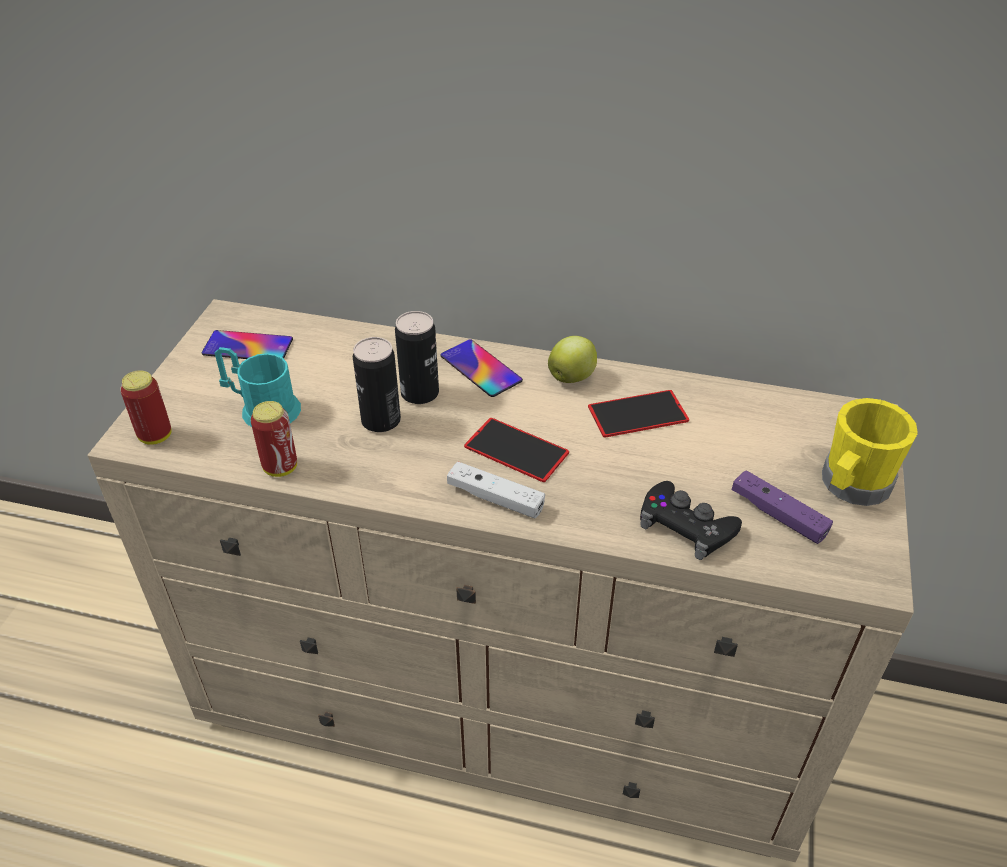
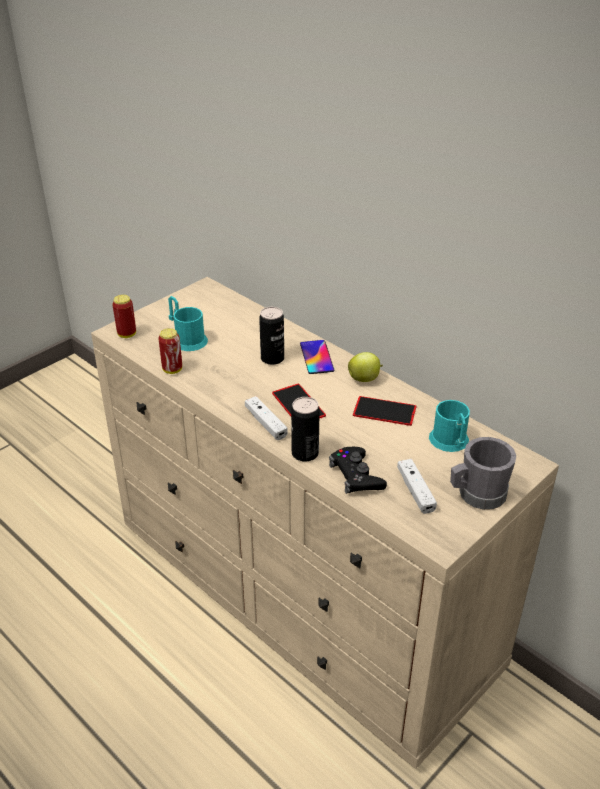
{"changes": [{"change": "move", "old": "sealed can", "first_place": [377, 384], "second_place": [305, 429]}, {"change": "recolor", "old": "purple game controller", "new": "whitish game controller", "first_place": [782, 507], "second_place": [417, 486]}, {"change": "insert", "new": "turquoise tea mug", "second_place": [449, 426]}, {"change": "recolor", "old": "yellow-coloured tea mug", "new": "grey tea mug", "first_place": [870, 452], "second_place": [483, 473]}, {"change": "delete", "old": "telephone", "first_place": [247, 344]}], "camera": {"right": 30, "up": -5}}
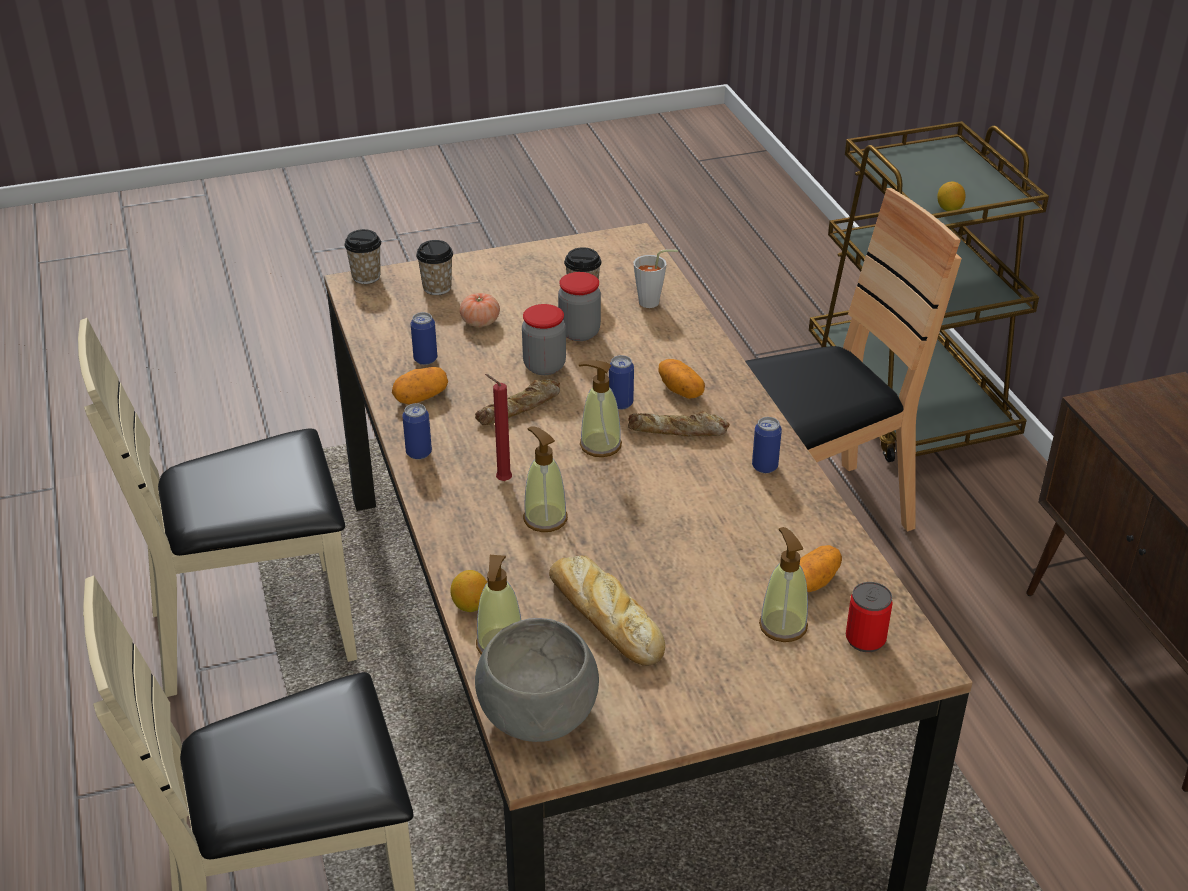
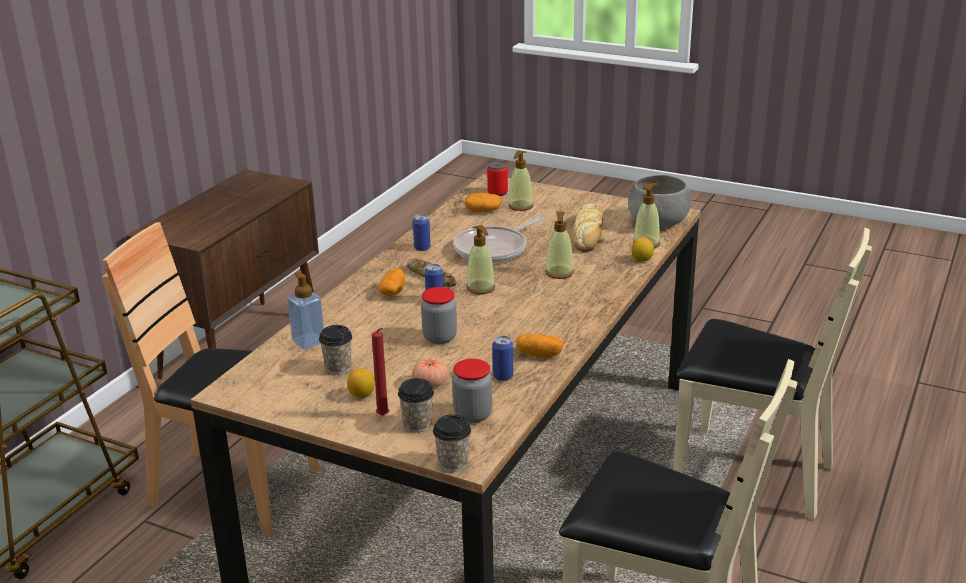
{"changes": [{"change": "replace", "old": "grey cup", "new": "liquid soap bottle", "first_place": [655, 278], "second_place": [305, 311]}, {"change": "move", "old": "citrus fruit", "first_place": [951, 196], "second_place": [361, 383]}, {"change": "move", "old": "red-coloured wax light", "first_place": [498, 427], "second_place": [380, 372]}, {"change": "move", "old": "jar", "first_place": [579, 306], "second_place": [472, 391]}, {"change": "insert", "new": "pan", "second_place": [498, 239]}, {"change": "delete", "old": "sealed can", "first_place": [417, 431]}, {"change": "delete", "old": "baked bread", "first_place": [517, 402]}], "camera": {"right": -135, "up": -10}}
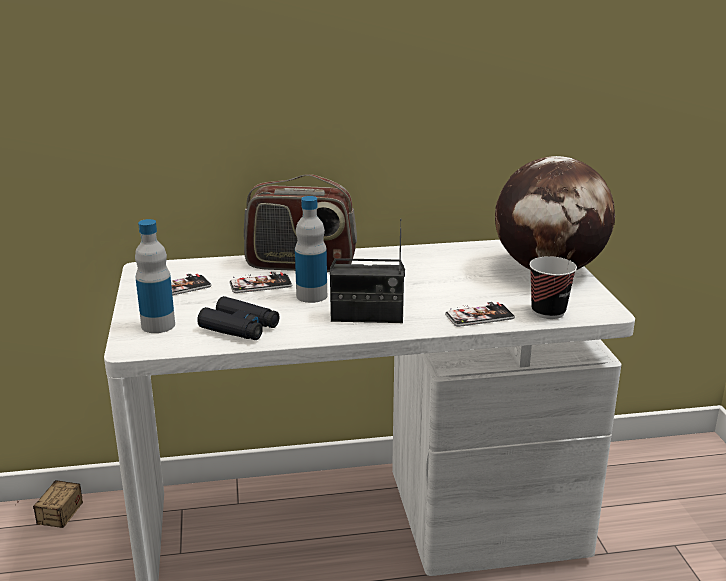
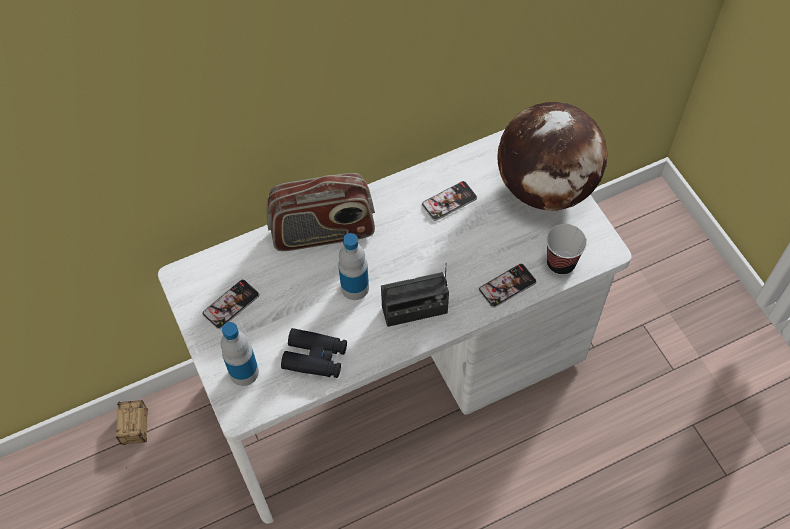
{"changes": [{"change": "move", "old": "telephone", "first_place": [260, 282], "second_place": [449, 201]}], "camera": {"right": -15, "up": 35}}
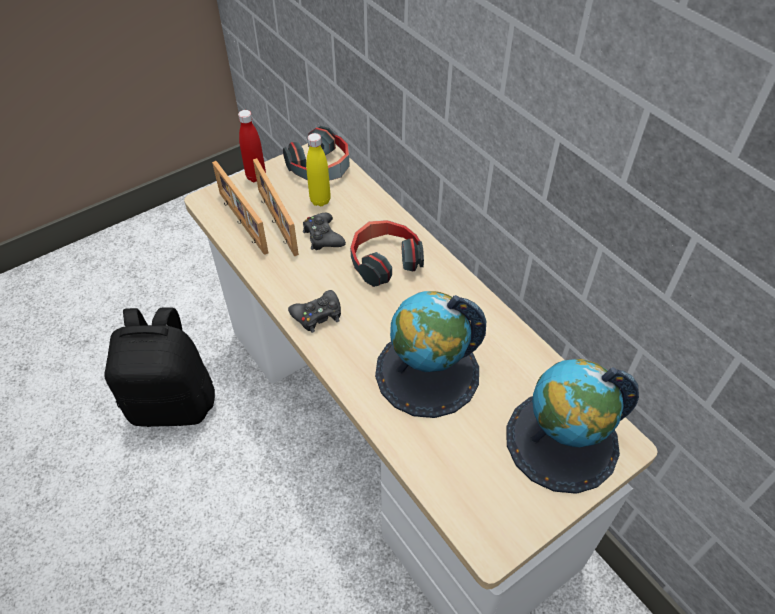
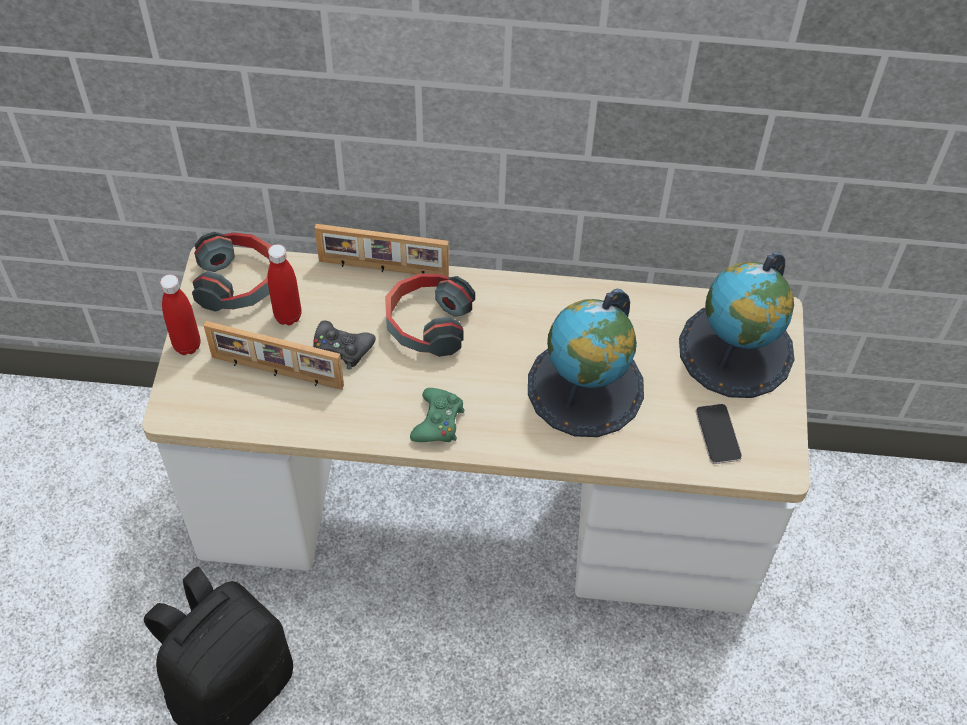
{"changes": [{"change": "recolor", "old": "yellow-coloured drink bottle", "new": "red-coloured drink bottle", "first_place": [318, 169], "second_place": [285, 284]}, {"change": "move", "old": "photo frame", "first_place": [240, 208], "second_place": [382, 250]}, {"change": "recolor", "old": "blackish game controller", "new": "green game controller", "first_place": [314, 311], "second_place": [437, 415]}, {"change": "insert", "new": "telephone", "second_place": [719, 434]}], "camera": {"right": -50, "up": 5}}
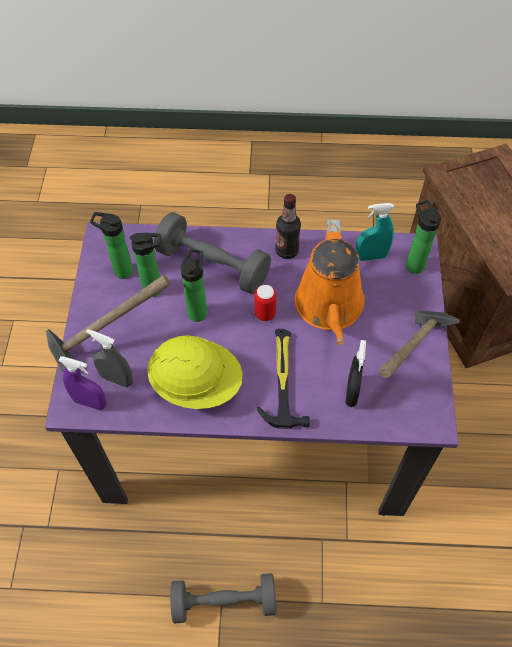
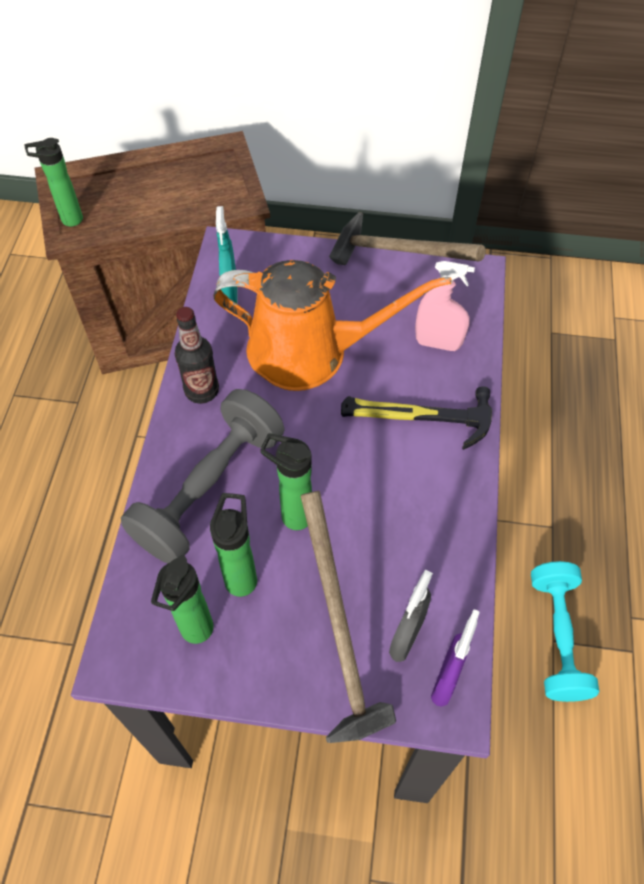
{"changes": [{"change": "move", "old": "drink bottle", "first_place": [423, 237], "second_place": [53, 182]}, {"change": "recolor", "old": "blackish hand sprayer", "new": "pinkish hand sprayer", "first_place": [356, 373], "second_place": [445, 306]}, {"change": "recolor", "old": "grey hand weight", "new": "turquoise hand weight", "first_place": [223, 598], "second_place": [565, 631]}, {"change": "delete", "old": "yellow-coloured hard hat", "first_place": [195, 372]}, {"change": "delete", "old": "sealed can", "first_place": [265, 303]}], "camera": {"right": -85, "up": 0}}
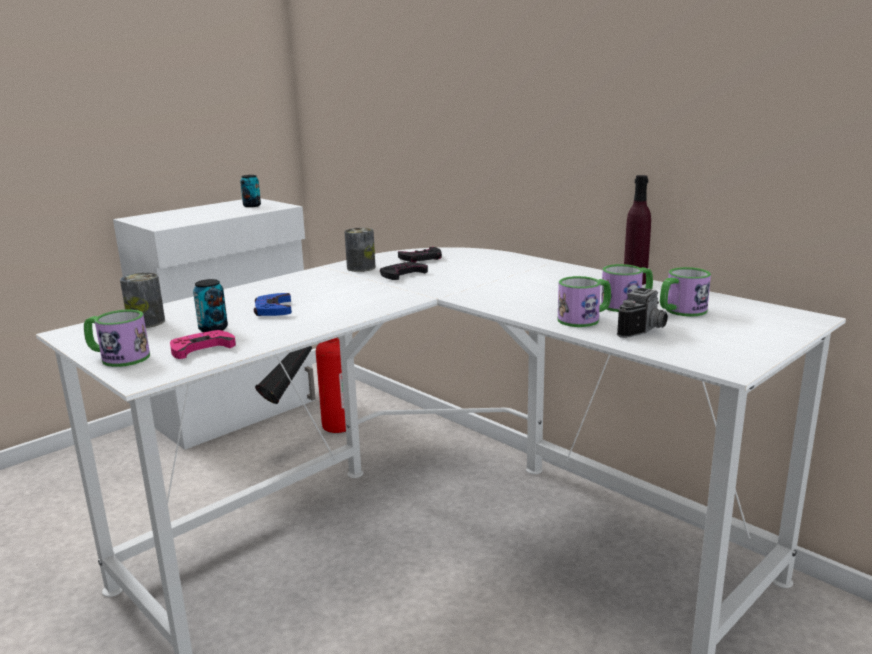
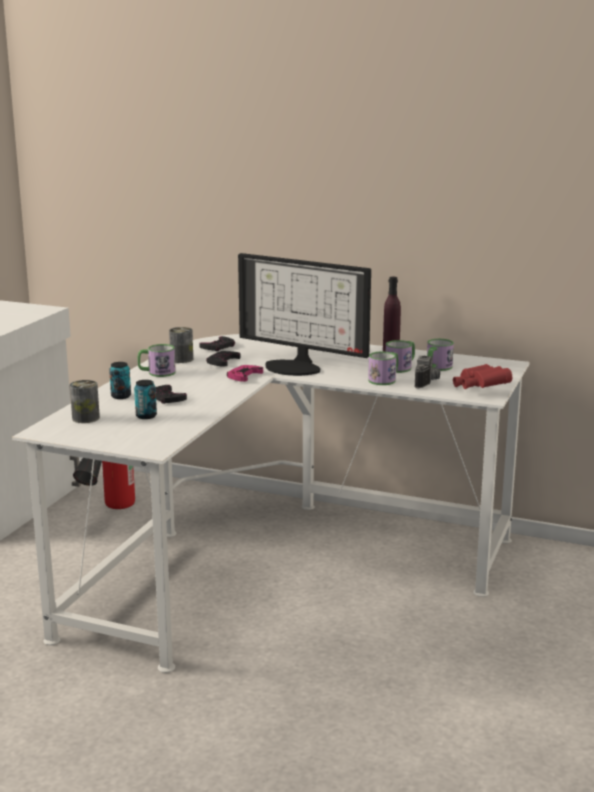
{"changes": [{"change": "move", "old": "sealed can", "first_place": [250, 191], "second_place": [120, 380]}, {"change": "move", "old": "tea mug", "first_place": [117, 338], "second_place": [156, 360]}, {"change": "recolor", "old": "blue game controller", "new": "blackish game controller", "first_place": [273, 304], "second_place": [171, 394]}, {"change": "move", "old": "pinkish game controller", "first_place": [203, 344], "second_place": [245, 373]}, {"change": "insert", "new": "computer display", "second_place": [304, 314]}, {"change": "insert", "new": "red-coloured pair of binoculars", "second_place": [482, 376]}], "camera": {"right": -25, "up": 0}}
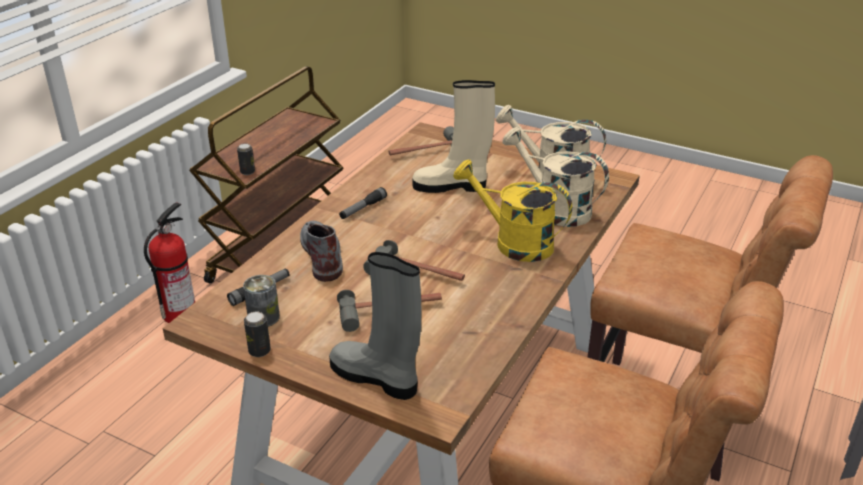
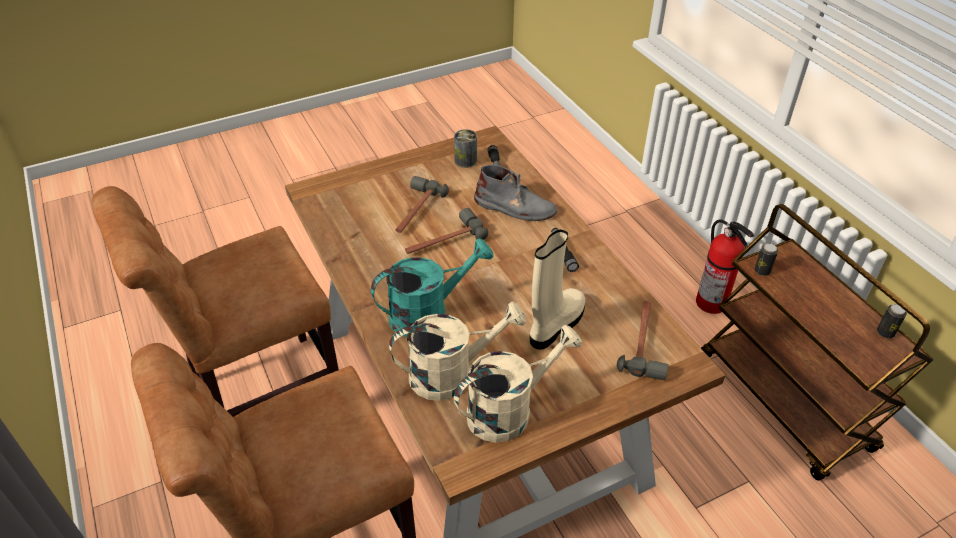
{"changes": [{"change": "recolor", "old": "yellow-coloured watering can", "new": "turquoise watering can", "first_place": [512, 211], "second_place": [432, 287]}, {"change": "move", "old": "sealed can", "first_place": [257, 334], "second_place": [892, 321]}, {"change": "delete", "old": "grey tall boot", "first_place": [375, 326]}], "camera": {"right": 125, "up": 10}}
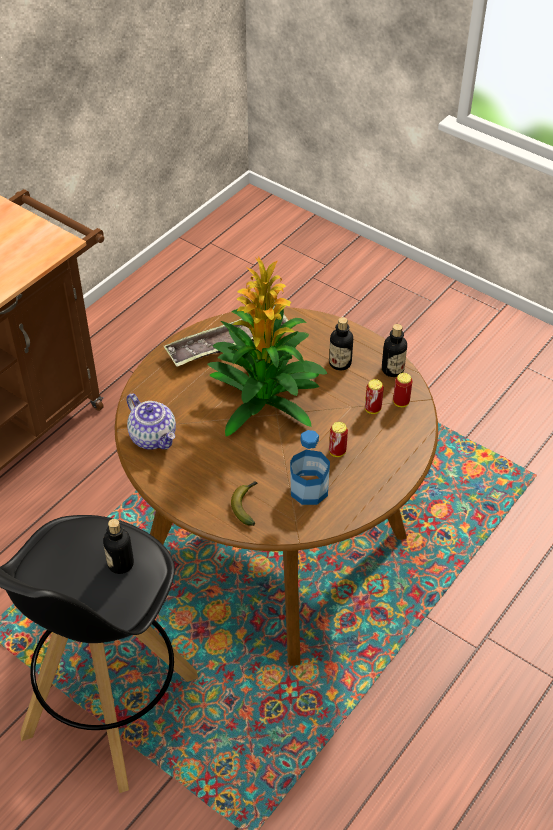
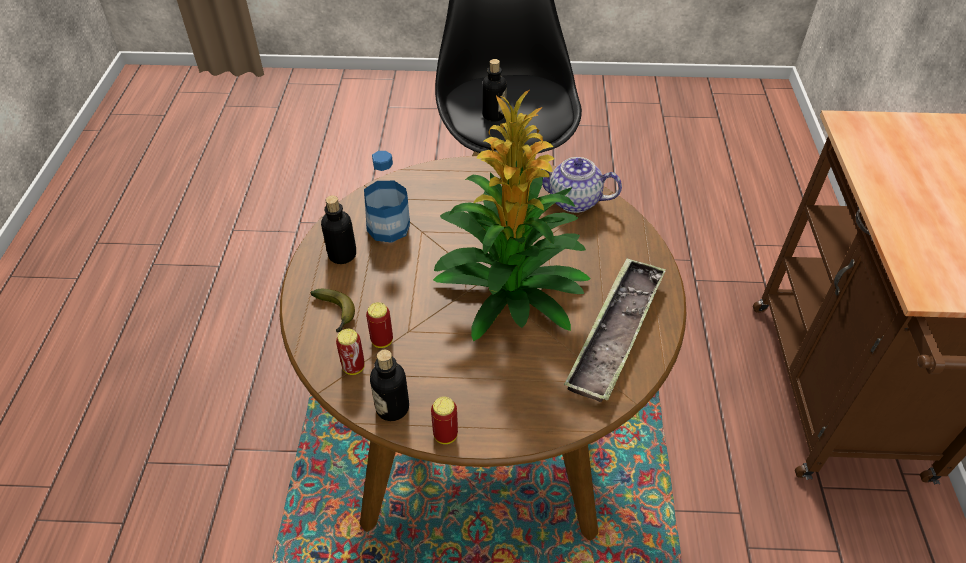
{"changes": [{"change": "move", "old": "banana fruit", "first_place": [244, 504], "second_place": [333, 311]}, {"change": "move", "old": "drink bottle", "first_place": [341, 343], "second_place": [339, 230]}, {"change": "move", "old": "sealed can", "first_place": [338, 439], "second_place": [444, 420]}], "camera": {"right": 145, "up": 0}}
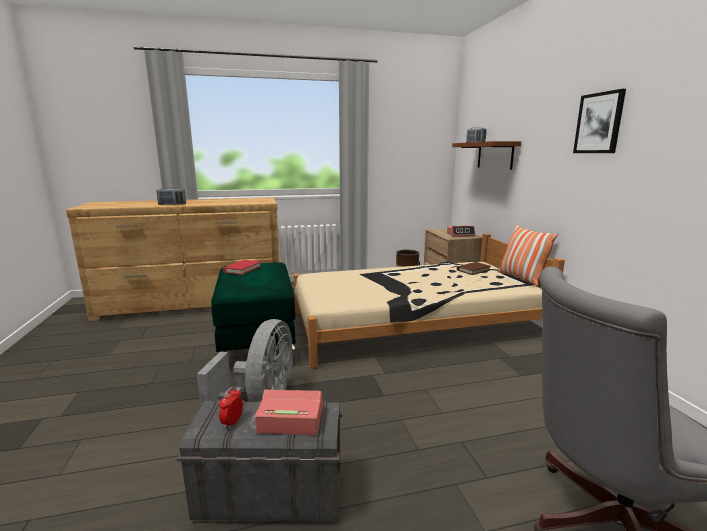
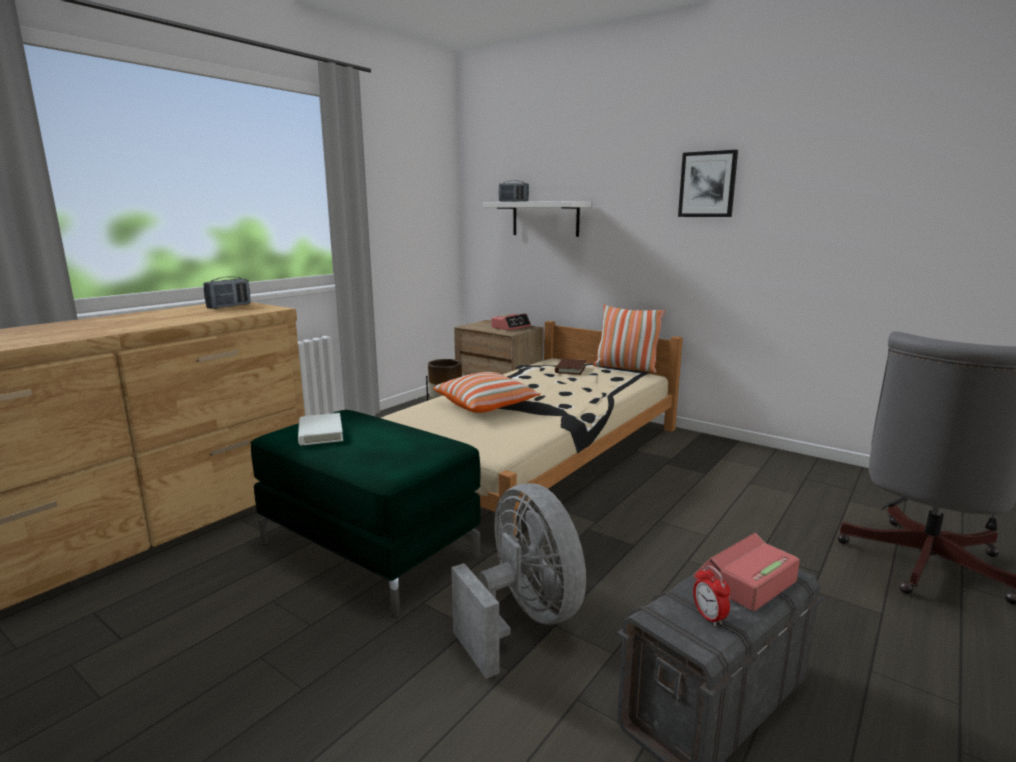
{"changes": [{"change": "move", "old": "radio receiver", "first_place": [171, 196], "second_place": [227, 292]}, {"change": "recolor", "old": "red-coloured bound book", "new": "whitish bound book", "first_place": [242, 267], "second_place": [320, 429]}, {"change": "insert", "new": "cushion", "second_place": [487, 392]}, {"change": "recolor", "old": "brownish wall shelf", "new": "whitish wall shelf", "first_place": [486, 155], "second_place": [537, 219]}], "camera": {"right": -40, "up": 0}}
